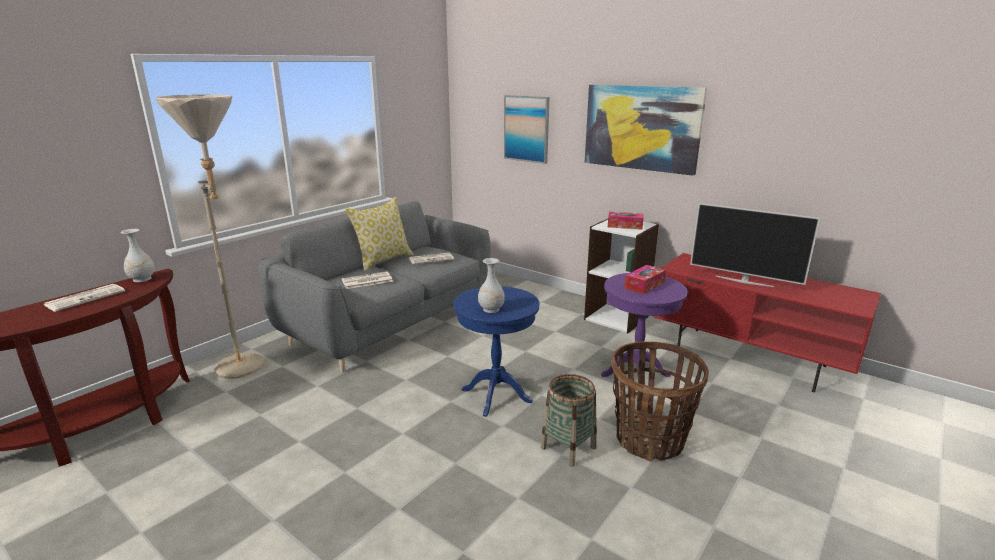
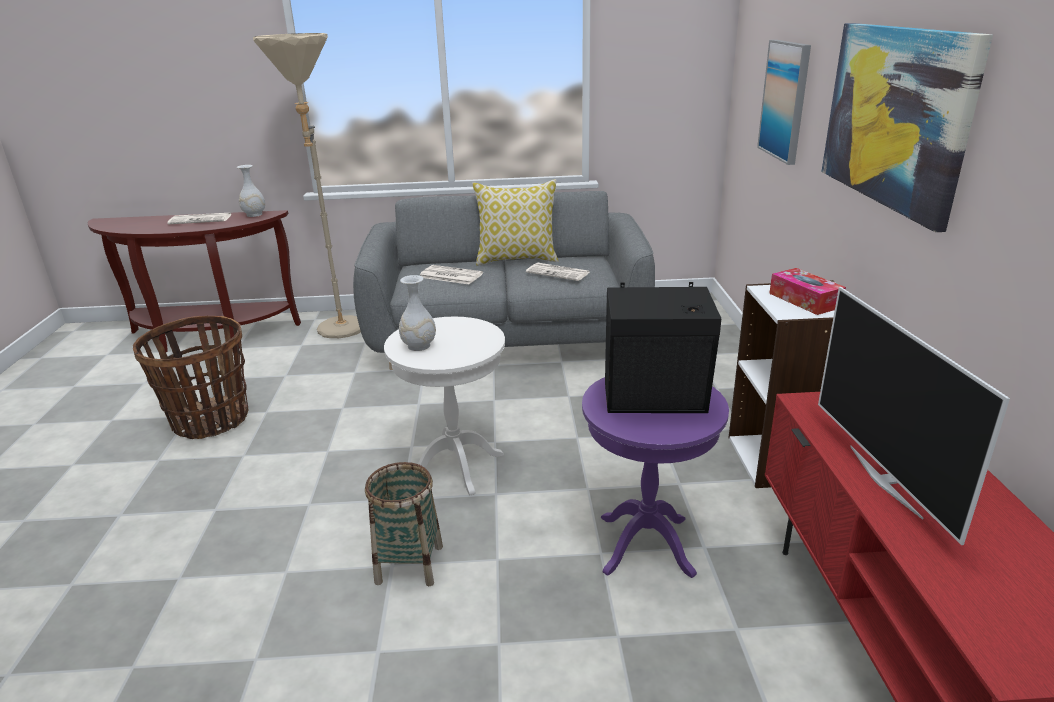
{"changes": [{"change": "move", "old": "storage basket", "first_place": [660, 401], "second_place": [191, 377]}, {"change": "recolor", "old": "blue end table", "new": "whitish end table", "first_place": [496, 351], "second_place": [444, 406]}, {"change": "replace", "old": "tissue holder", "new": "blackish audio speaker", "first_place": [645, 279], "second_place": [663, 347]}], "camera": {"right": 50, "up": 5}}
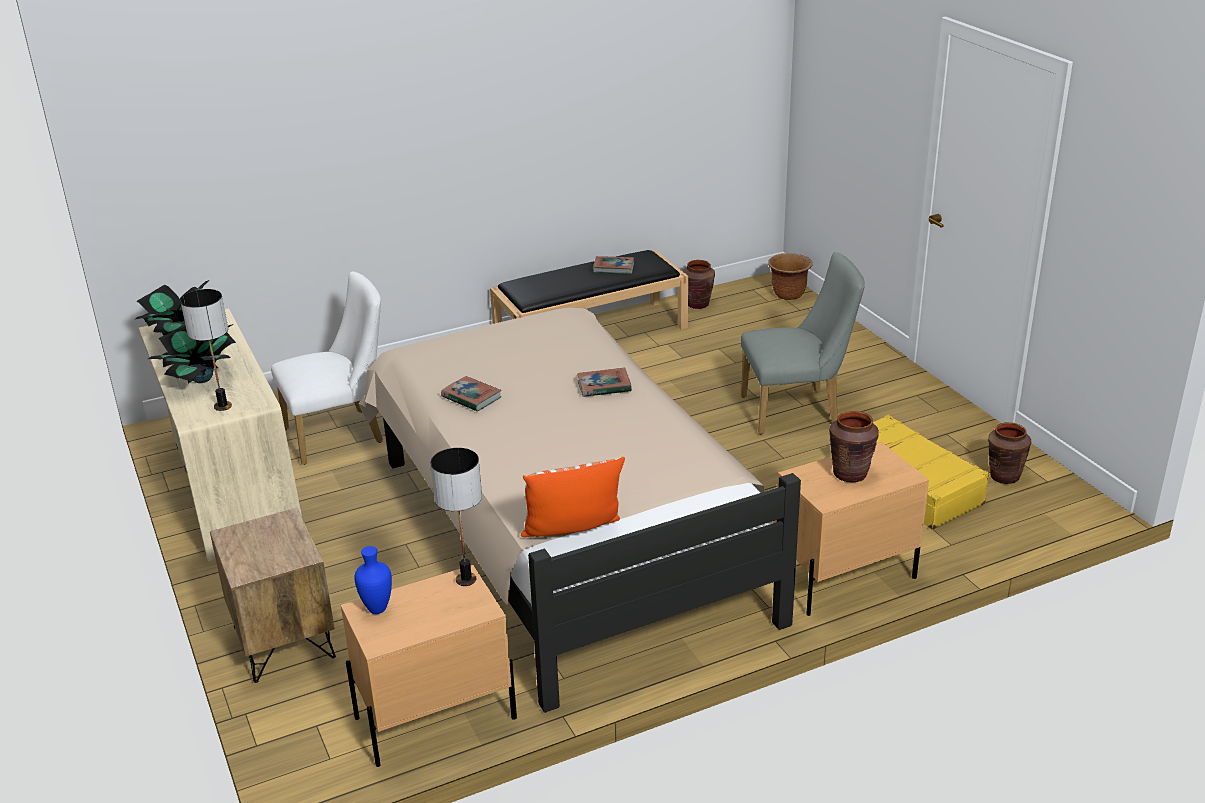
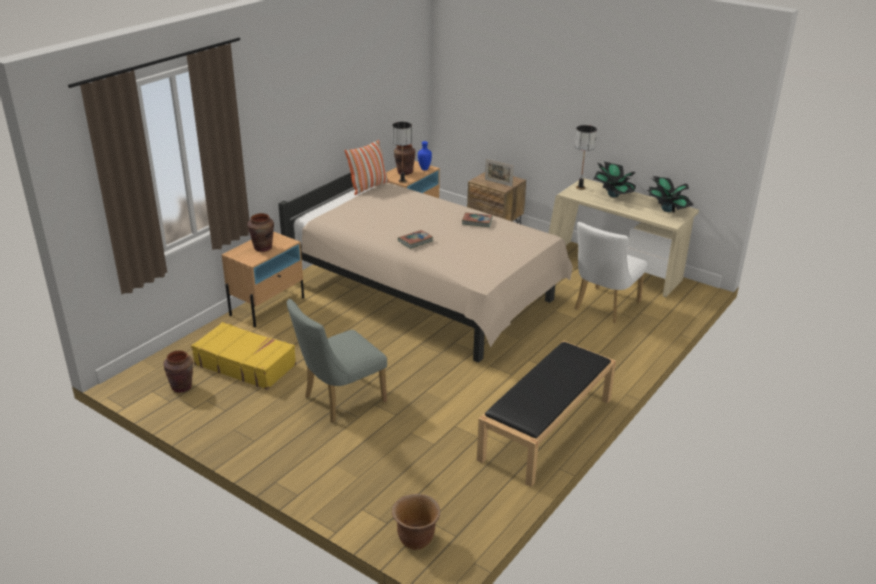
{"changes": [{"change": "move", "old": "brownish vase", "first_place": [699, 284], "second_place": [404, 159]}, {"change": "insert", "new": "photo frame", "second_place": [499, 173]}, {"change": "delete", "old": "bound book", "first_place": [613, 265]}], "camera": {"right": 150, "up": 0}}
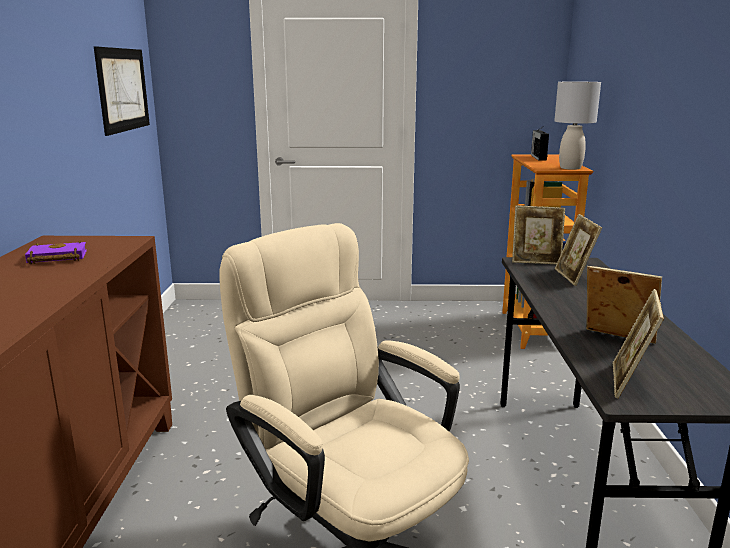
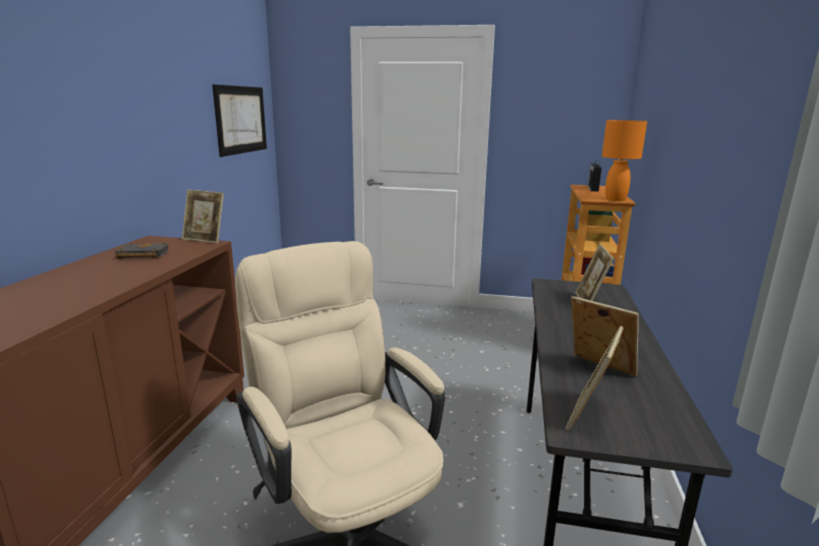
{"changes": [{"change": "recolor", "old": "purple bound book", "new": "blackish bound book", "first_place": [56, 252], "second_place": [142, 250]}, {"change": "move", "old": "photo frame", "first_place": [538, 234], "second_place": [203, 216]}, {"change": "recolor", "old": "grey tabletop lamp", "new": "orange tabletop lamp", "first_place": [577, 126], "second_place": [624, 160]}], "camera": {"right": 10, "up": 0}}
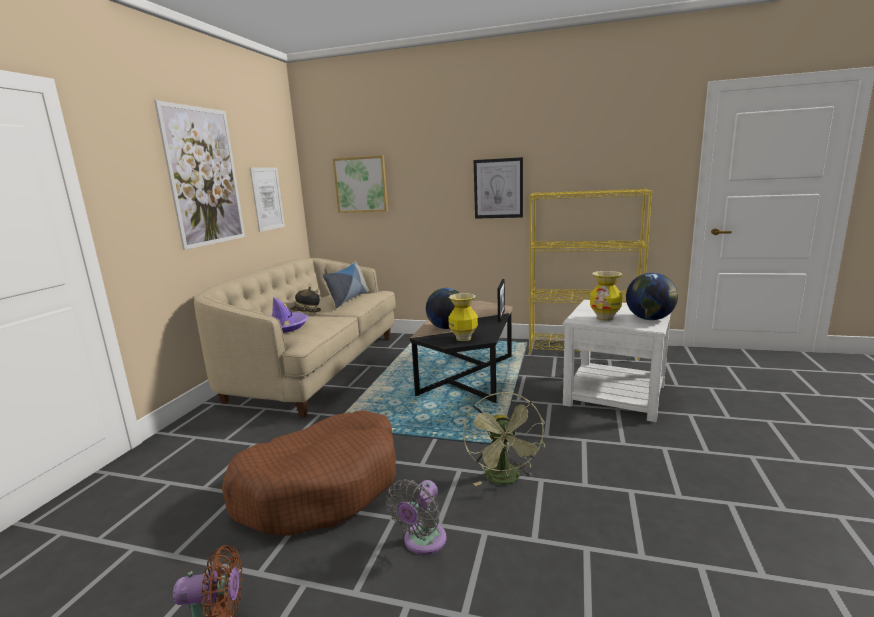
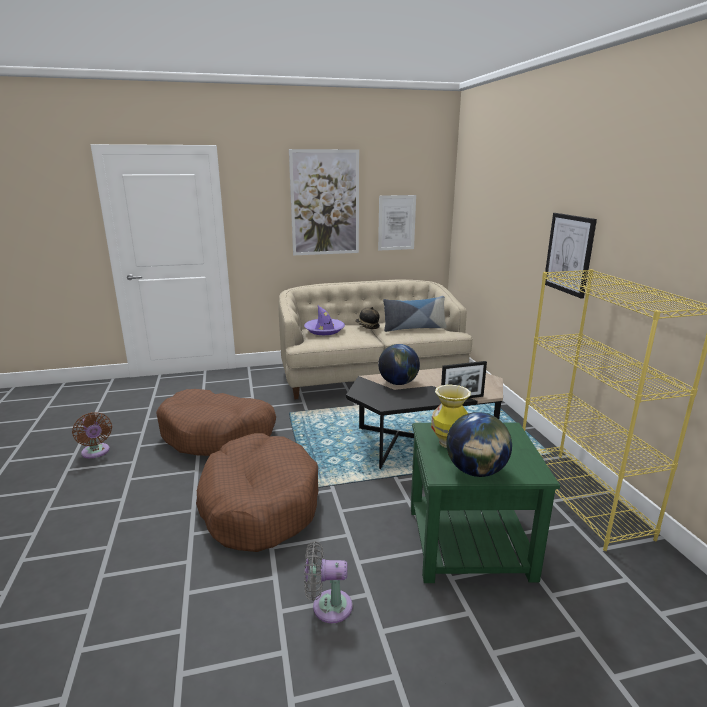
{"changes": [{"change": "replace", "old": "green fan", "new": "brownish dog bed", "first_place": [504, 439], "second_place": [257, 492]}, {"change": "move", "old": "grey fan", "first_place": [416, 517], "second_place": [328, 582]}, {"change": "recolor", "old": "whitish end table", "new": "green end table", "first_place": [616, 361], "second_place": [485, 502]}, {"change": "delete", "old": "wall art", "first_place": [360, 184]}, {"change": "delete", "old": "vase", "first_place": [463, 317]}], "camera": {"right": 60, "up": 5}}
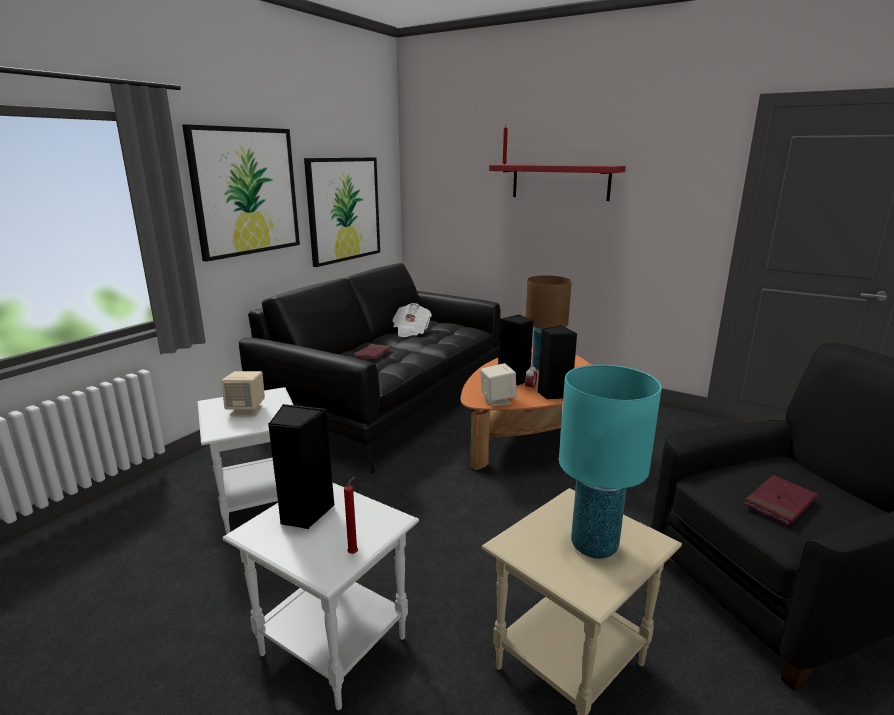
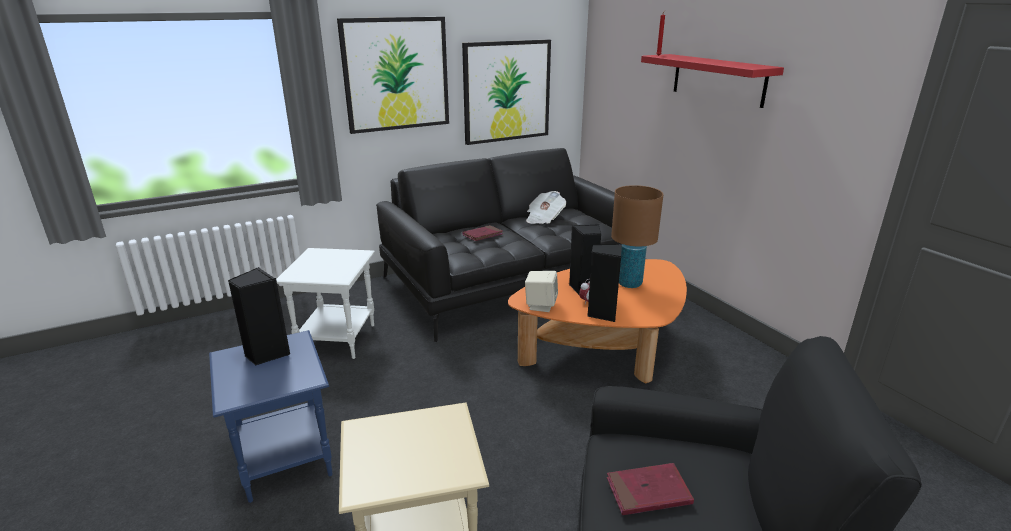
{"changes": [{"change": "recolor", "old": "whitish end table", "new": "blue end table", "first_place": [320, 596], "second_place": [271, 416]}, {"change": "delete", "old": "sand-coloured audio speaker", "first_place": [243, 393]}, {"change": "delete", "old": "red-coloured wax light", "first_place": [351, 515]}, {"change": "delete", "old": "turquoise tabletop lamp", "first_place": [610, 462]}], "camera": {"right": 30, "up": 5}}
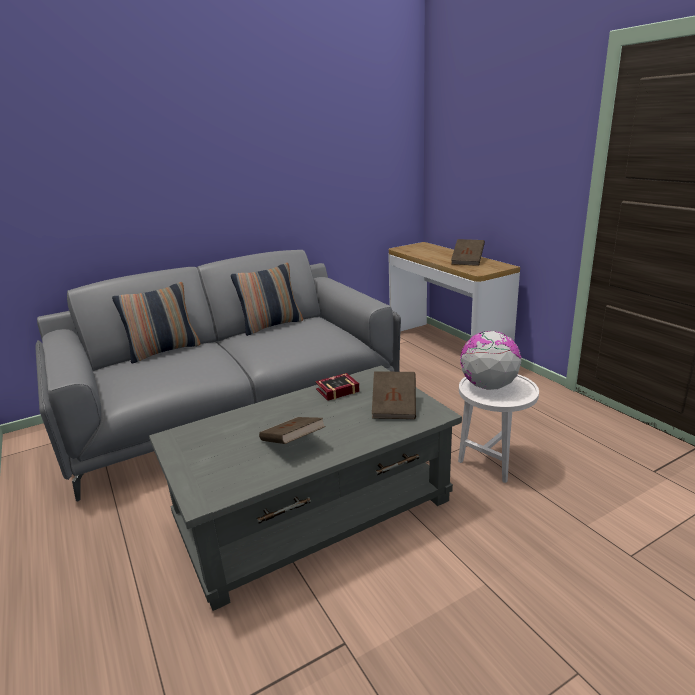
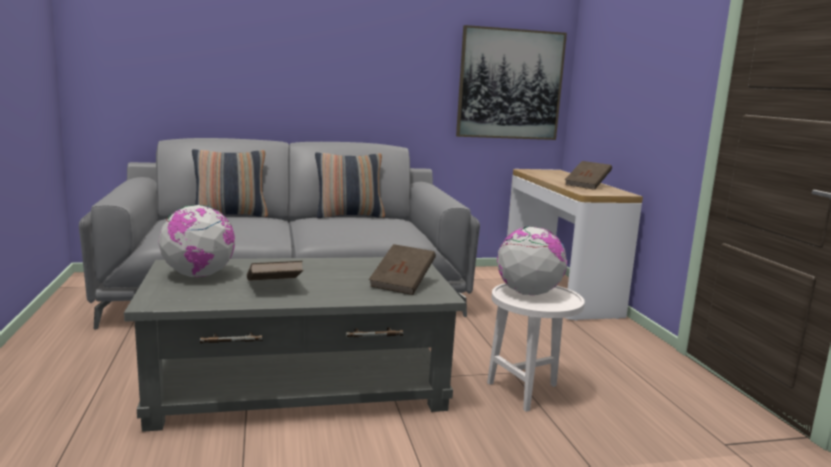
{"changes": [{"change": "insert", "new": "world globe", "second_place": [196, 241]}, {"change": "insert", "new": "wall art", "second_place": [511, 82]}, {"change": "delete", "old": "bound book", "first_place": [337, 387]}], "camera": {"right": 15, "up": -10}}
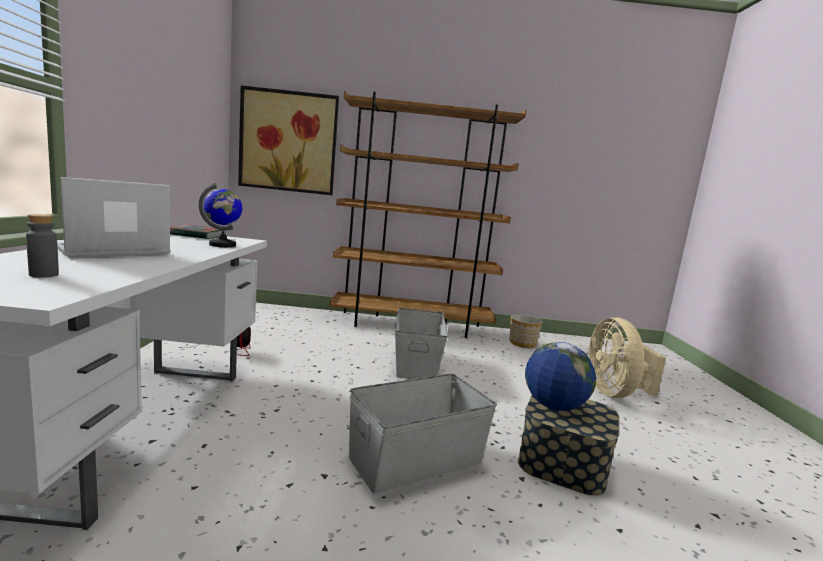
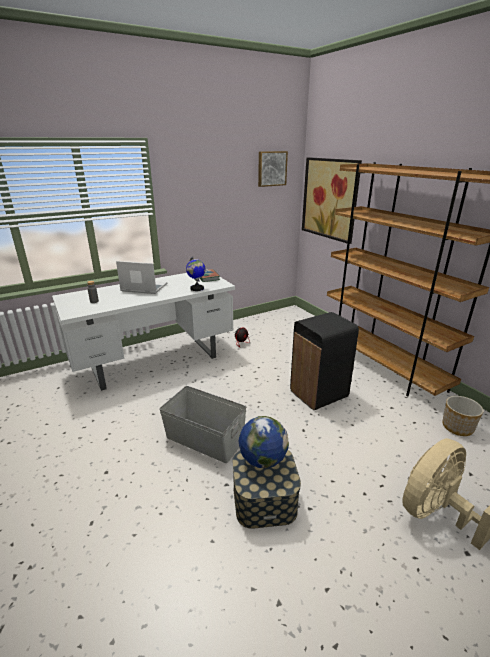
{"changes": [{"change": "insert", "new": "wall art", "second_place": [273, 169]}, {"change": "replace", "old": "grey storage bin", "new": "blackish trash can", "first_place": [421, 343], "second_place": [324, 361]}], "camera": {"right": 60, "up": 15}}
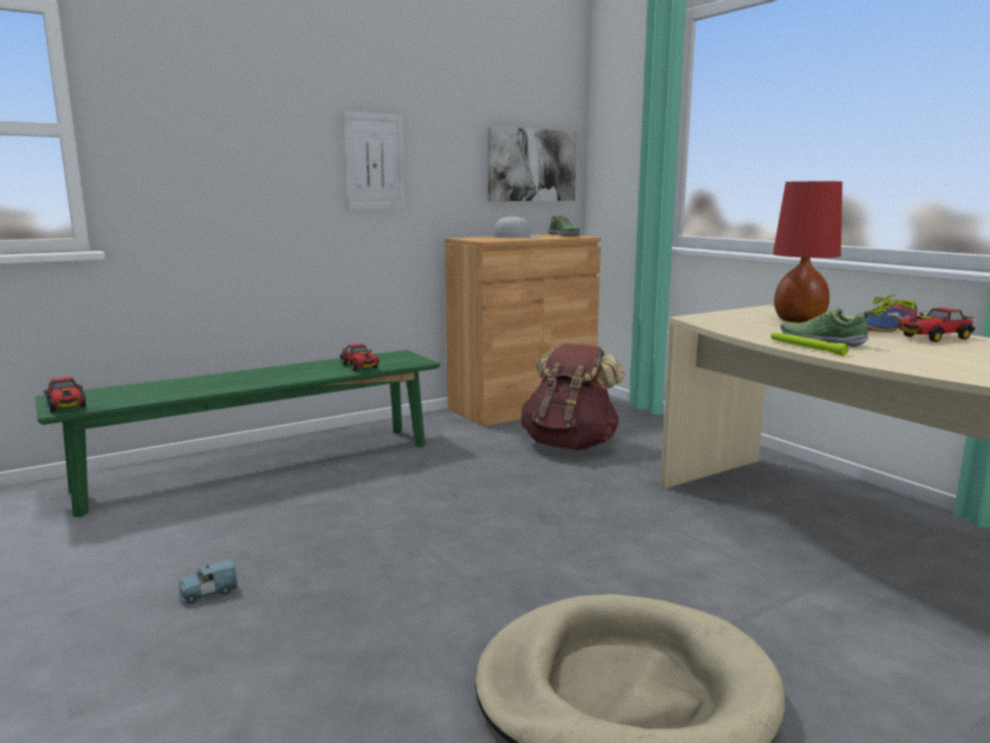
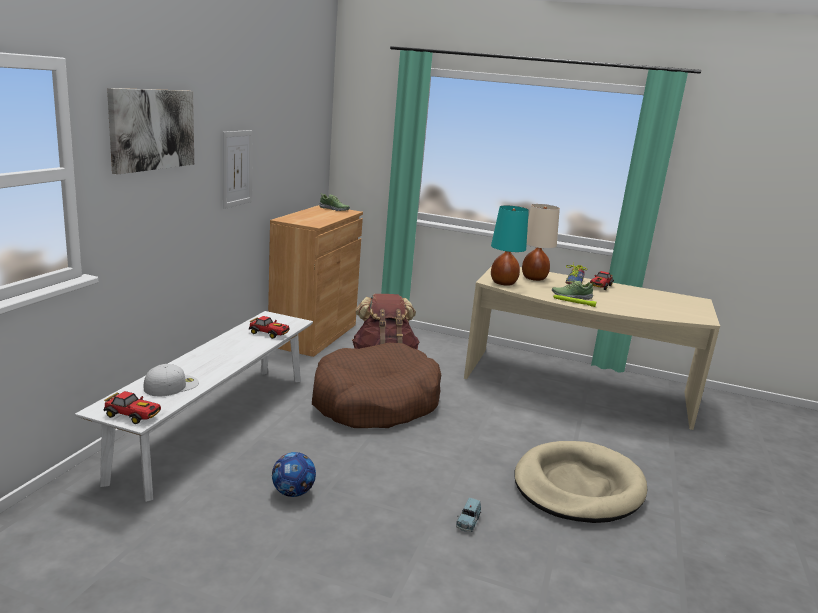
{"changes": [{"change": "recolor", "old": "green bench", "new": "whitish bench", "first_place": [237, 433], "second_place": [194, 406]}, {"change": "move", "old": "wall art", "first_place": [532, 164], "second_place": [150, 131]}, {"change": "move", "old": "whitish cap", "first_place": [517, 227], "second_place": [171, 380]}, {"change": "insert", "new": "football ball", "second_place": [294, 474]}, {"change": "insert", "new": "brownish dog bed", "second_place": [376, 385]}, {"change": "move", "old": "blue model car", "first_place": [208, 581], "second_place": [468, 515]}, {"change": "insert", "new": "turquoise tabletop lamp", "second_place": [510, 246]}, {"change": "recolor", "old": "red-coloured tabletop lamp", "new": "sand-coloured tabletop lamp", "first_place": [807, 252], "second_place": [541, 242]}], "camera": {"right": -40, "up": 5}}
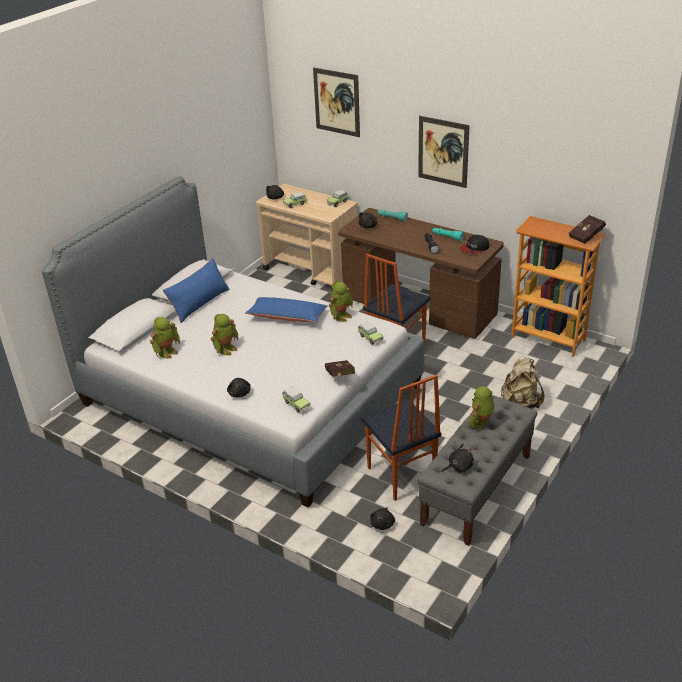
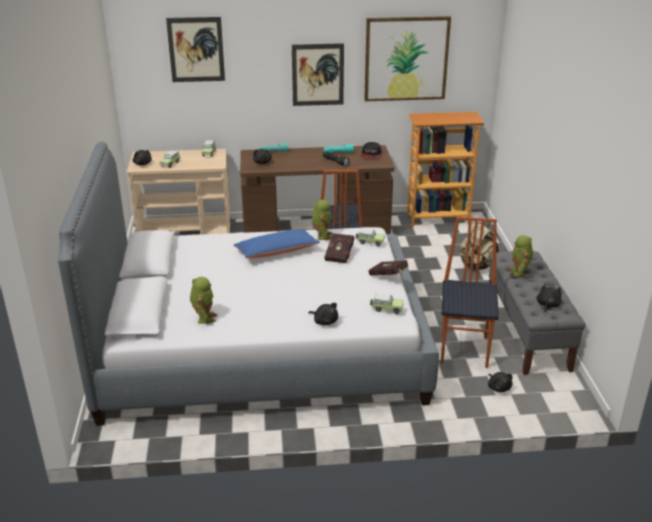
{"changes": [{"change": "move", "old": "red-coloured bound book", "first_place": [587, 229], "second_place": [339, 248]}, {"change": "insert", "new": "wall art", "second_place": [407, 58]}, {"change": "rotate", "old": "upright chair", "first_place": [401, 438], "second_place": [470, 292], "degrees": -105}, {"change": "delete", "old": "blue cushion", "first_place": [196, 290]}, {"change": "delete", "old": "robot figure", "first_place": [225, 335]}], "camera": {"right": -40, "up": -5}}
